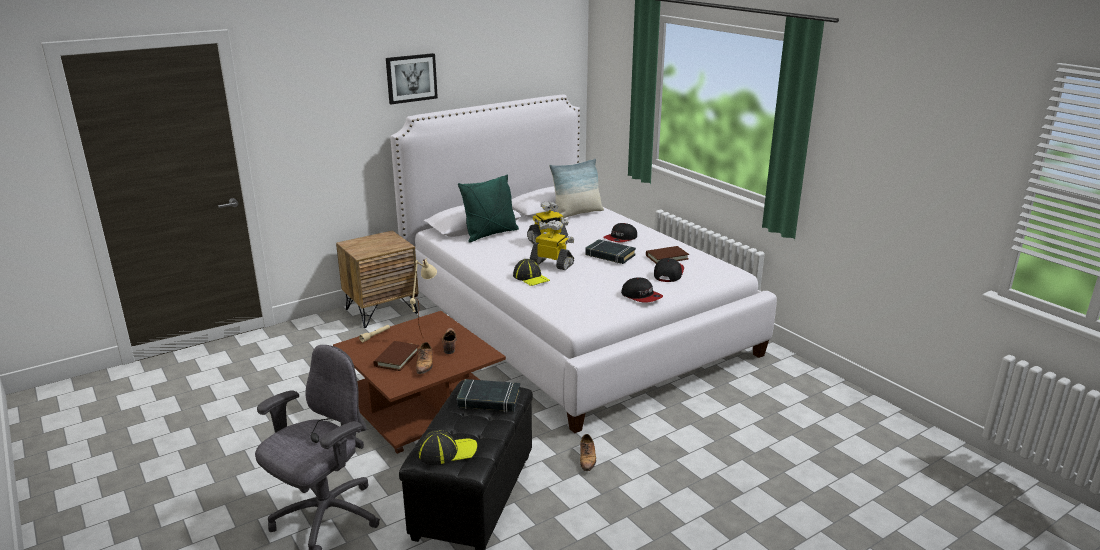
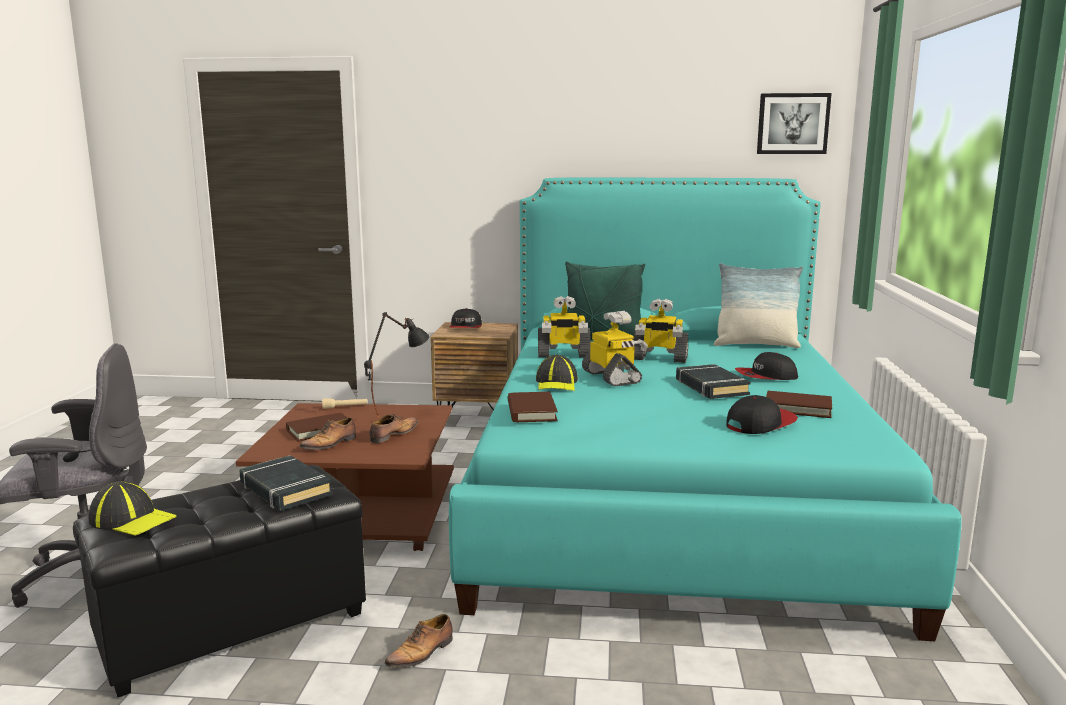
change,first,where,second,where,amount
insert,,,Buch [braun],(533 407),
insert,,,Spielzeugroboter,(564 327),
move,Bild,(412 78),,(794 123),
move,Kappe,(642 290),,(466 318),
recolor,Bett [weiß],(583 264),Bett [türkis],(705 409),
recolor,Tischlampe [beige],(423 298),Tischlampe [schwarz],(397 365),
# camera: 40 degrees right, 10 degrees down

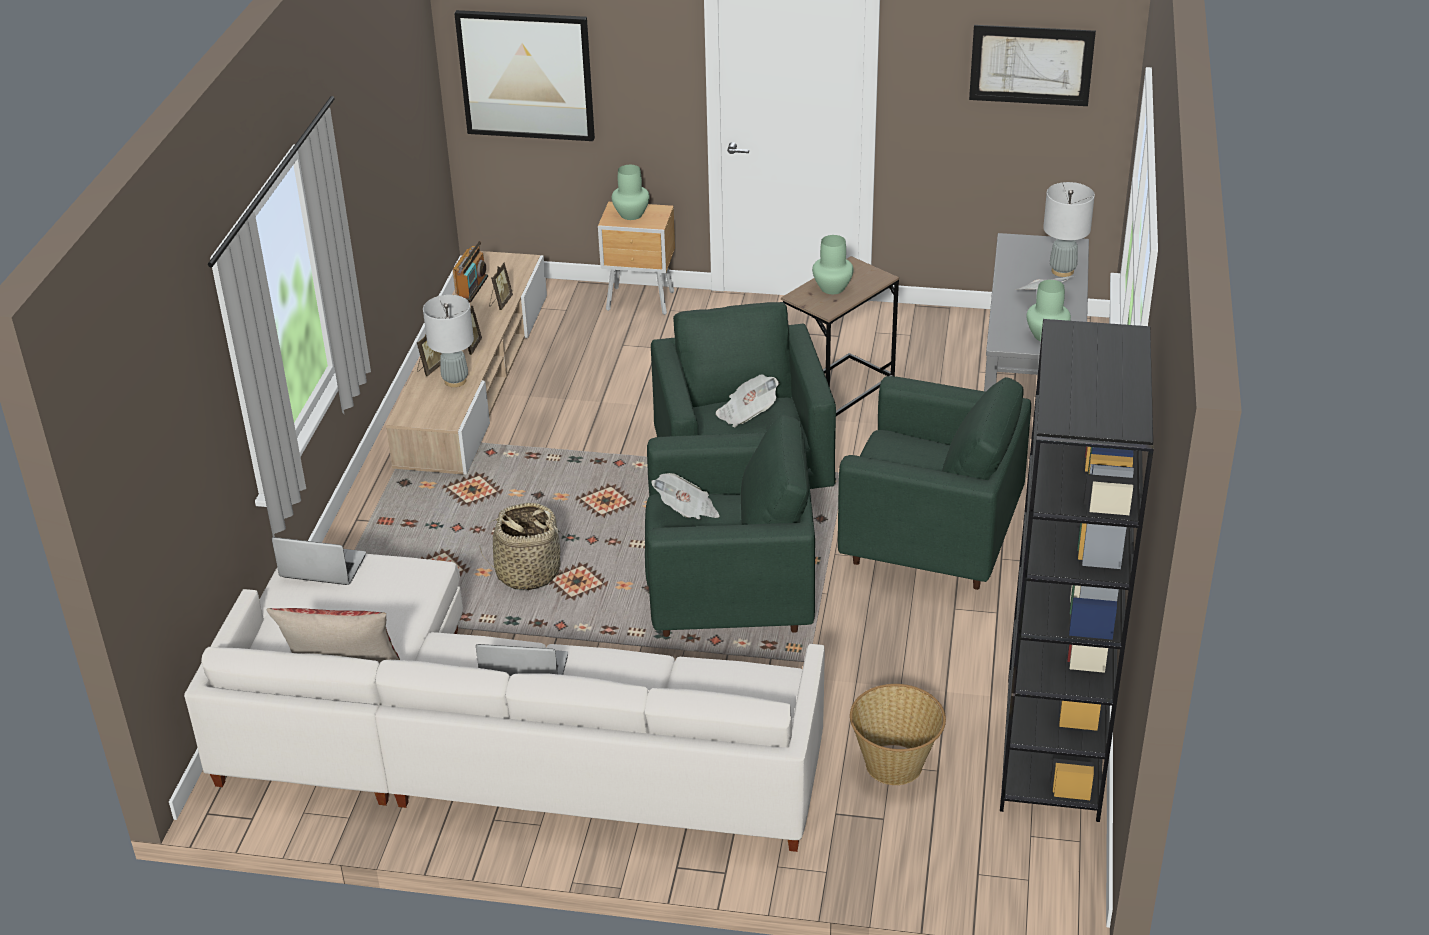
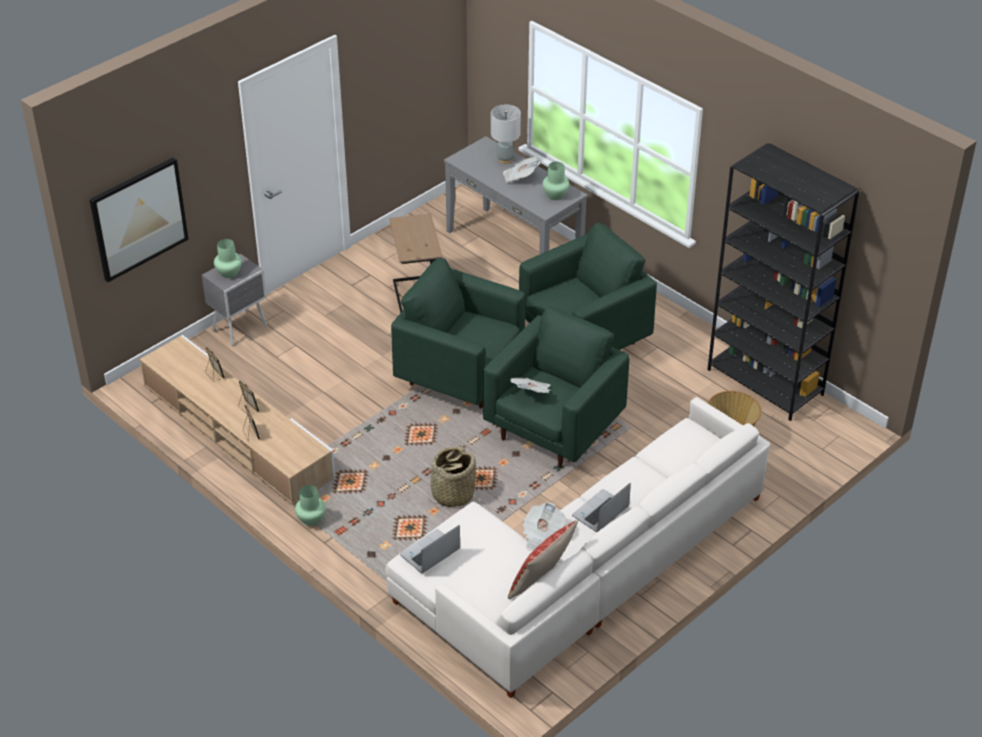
change,first,where,second,where,amount
delete,Tischlampe [grau],(448 341),,,
delete,Radio,(470 272),,,
delete,Bild,(1032 65),,,
move,Zeitung,(747 400),,(545 526),
move,Vase [grün],(833 264),,(310 505),
recolor,Nachttisch [braun],(636 258),Nachttisch [grau],(234 300),
# camera: 55 degrees left, 5 degrees up

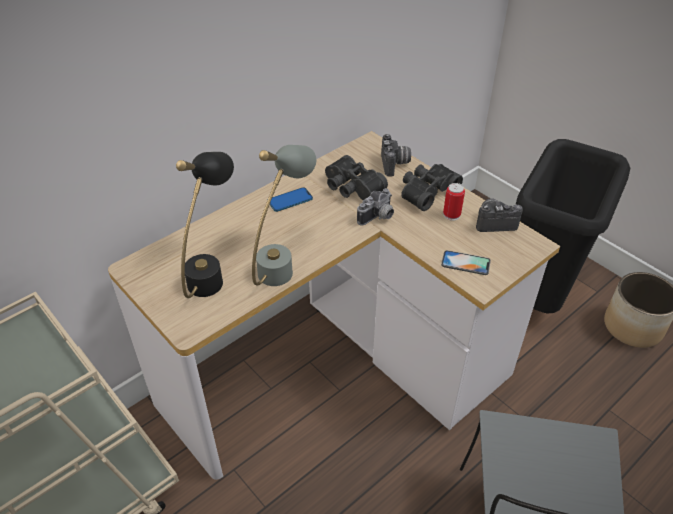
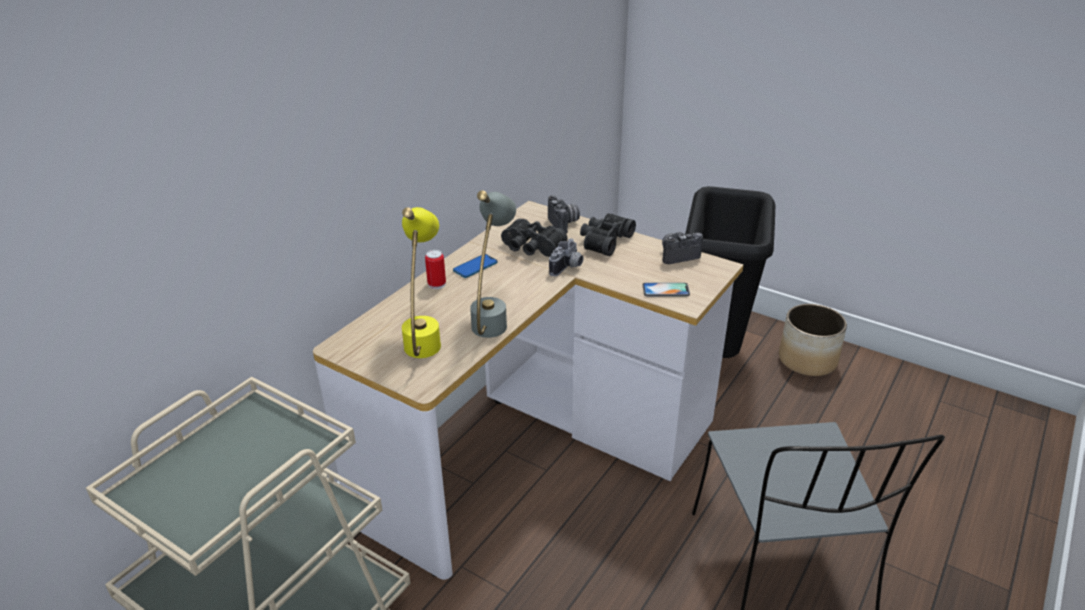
change,first,where,second,where,amount
move,Dose,(454 202),,(435 269),
recolor,Tischlampe [schwarz],(205 225),Tischlampe [gelb],(421 282),
# camera: 15 degrees left, 10 degrees down

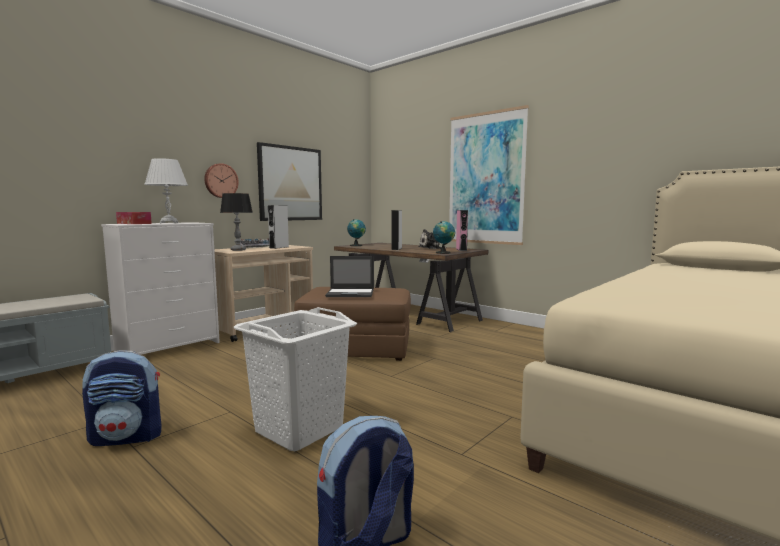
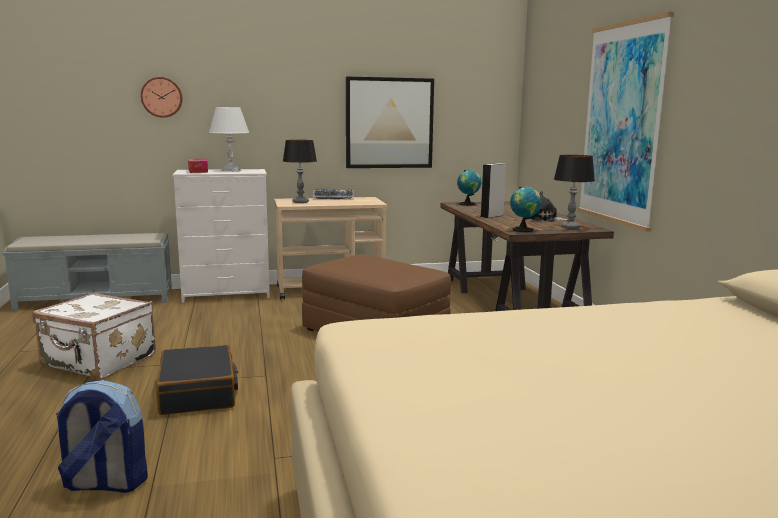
change,first,where,second,where,amount
delete,Lautsprecher [grau],(278 227),,,
delete,Laptop,(349 276),,,
move,Wanduhr,(221 180),,(161 97),
replace,Rucksack,(122 398),Koffer [weiß],(94 336),
replace,Wäschekorb [weiß],(295 379),Koffer [schwarz],(197 380),
replace,Lautsprecher [rosa],(462 230),Tischlampe,(574 192),
# camera: 35 degrees right, 5 degrees up

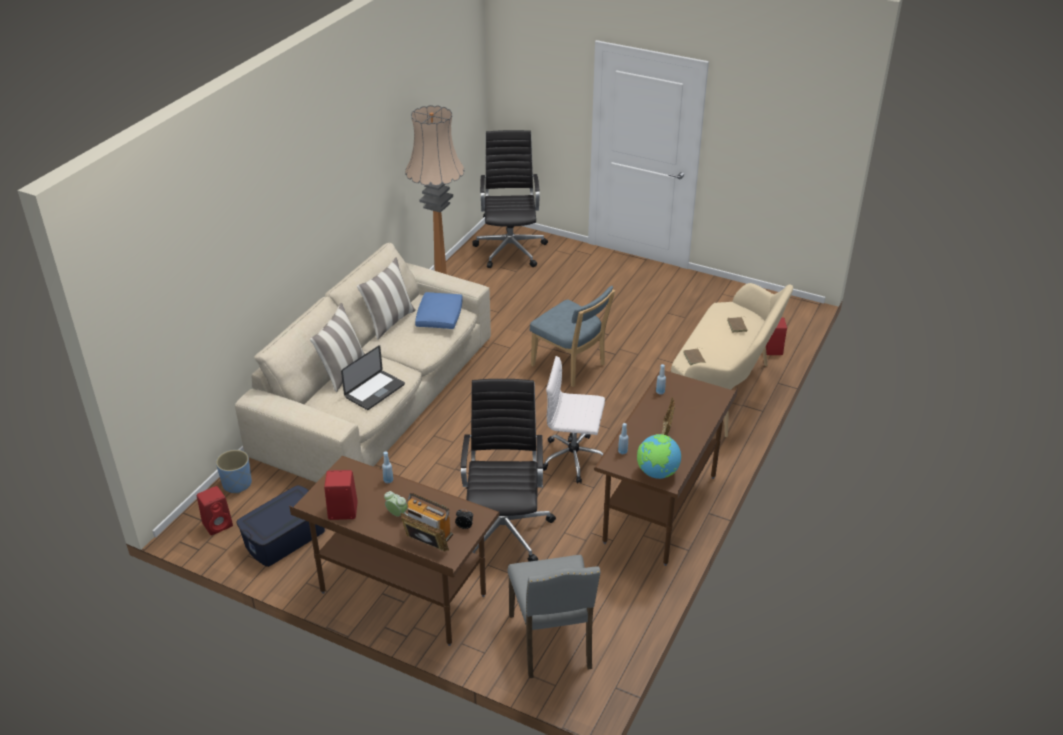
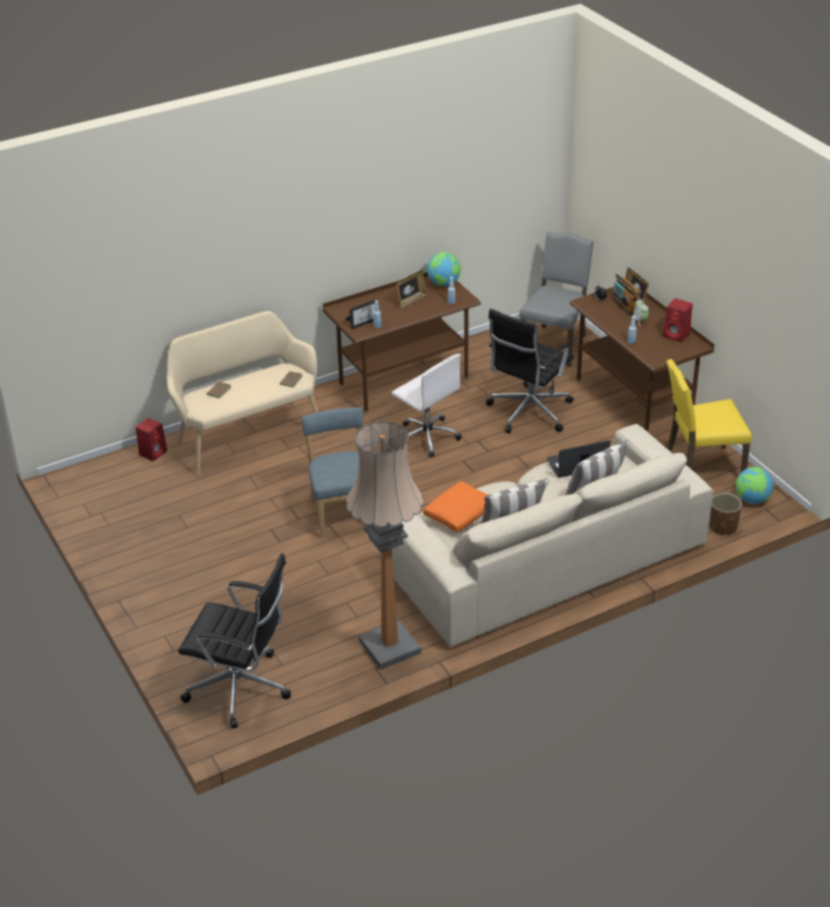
change,first,where,second,where,amount
insert,,,Bilderrahmen,(362 314),
replace,Lautsprecher [rot],(215 510),Globus,(754 485),
replace,Aufbewahrungsbox [blau],(280 526),Stuhl [gelb],(709 415),
recolor,Pflanzkübel [blau],(234 472),Pflanzkübel [braun],(725 514),
recolor,Kissen [blau],(439 310),Kissen [orange],(455 506),
rotate,Bürostuhl [schwarz],(510 199),,(234 641),105 degrees counterclockwise
# camera: 145 degrees left, 0 degrees up

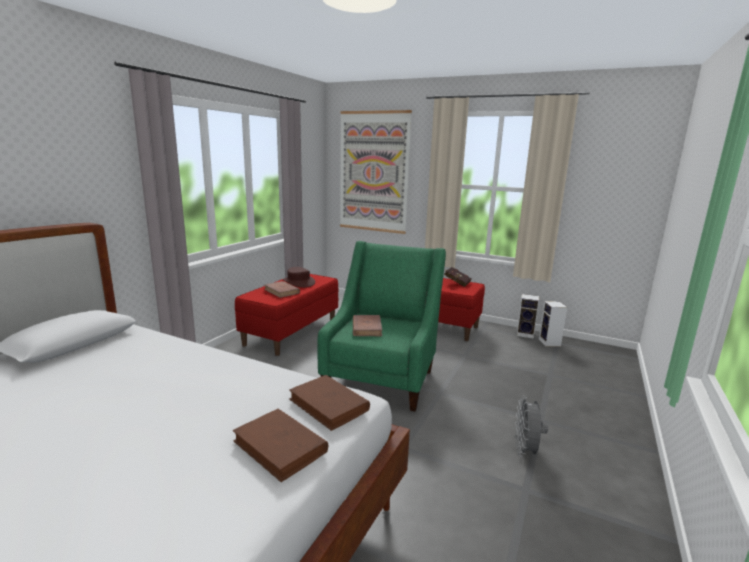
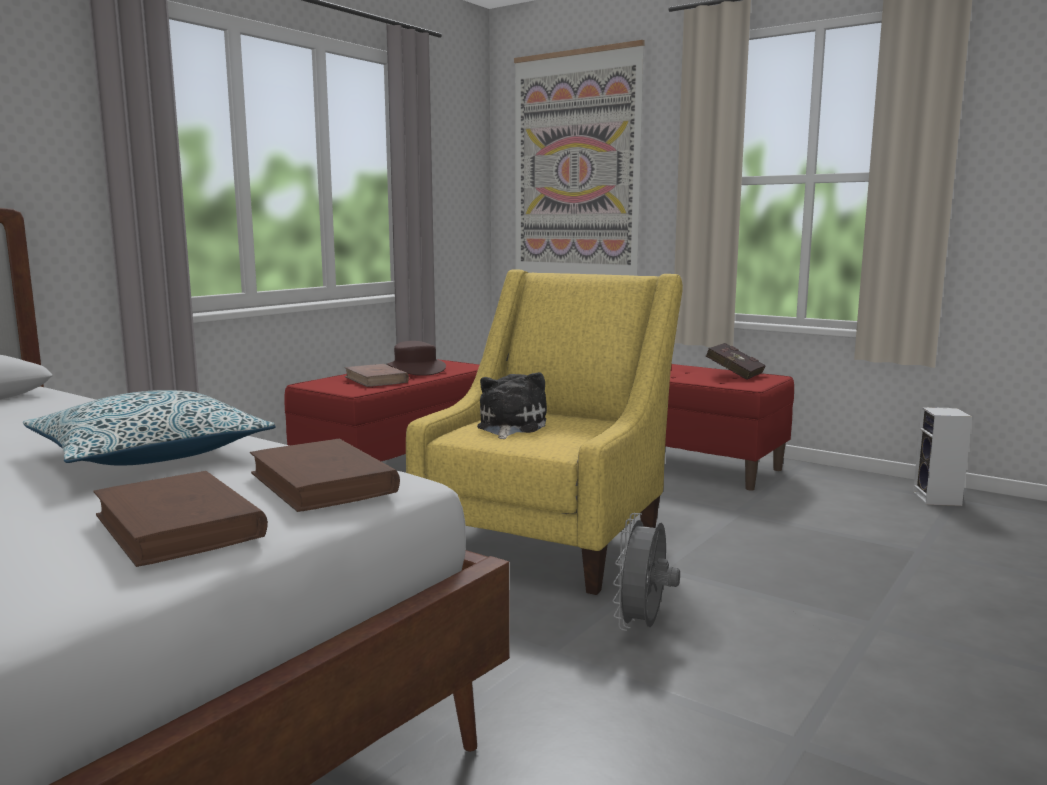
change,first,where,second,where,amount
delete,Lautsprecher,(527 316),,,
insert,,,Kissen,(149 428),
move,Ventilator [grau],(531 425),,(646 572),
replace,Buch [braun],(367 325),Plüschtier,(512 405),
recolor,Sessel [grün],(382 326),Sessel [gelb],(544 432),
# camera: 10 degrees right, 5 degrees down

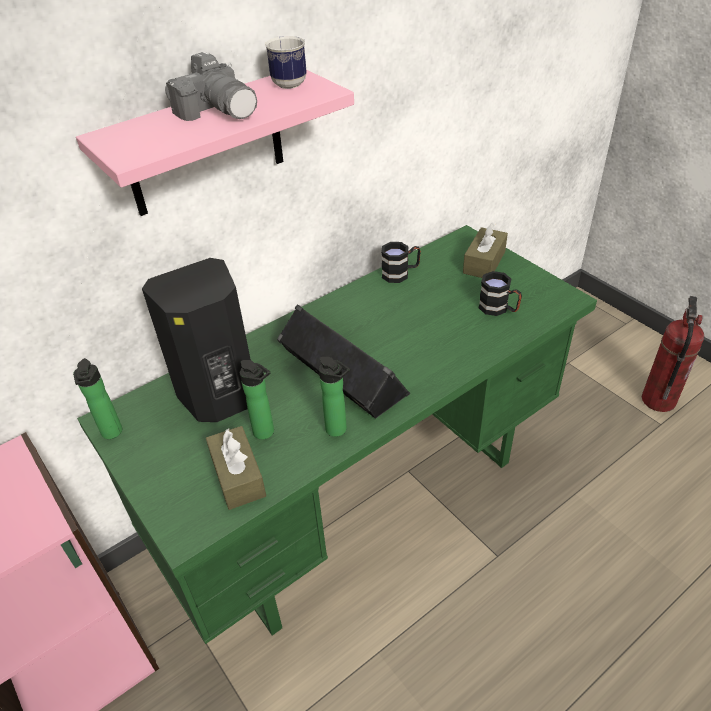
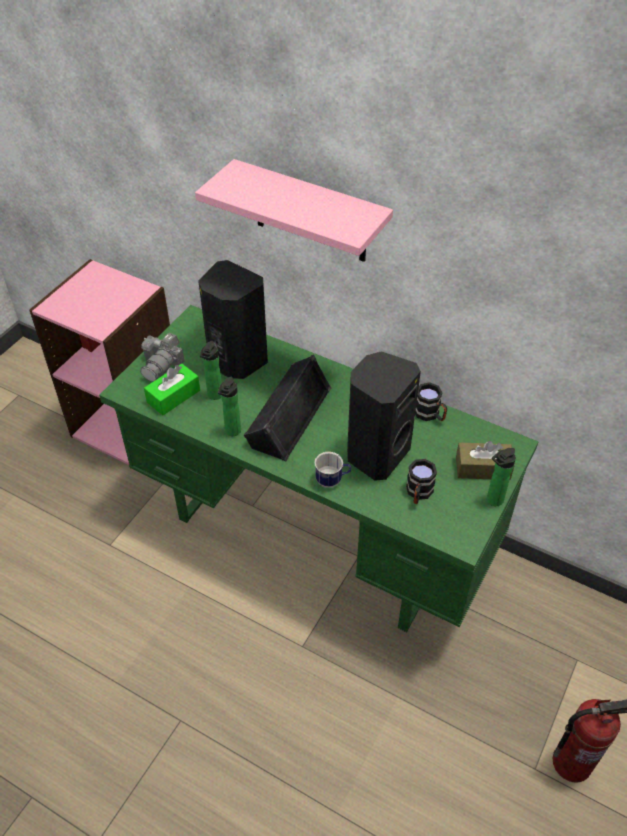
change,first,where,second,where,amount
insert,,,Lautsprecher [schwarz],(384 416),
move,Flasche,(97 398),,(501 477),
move,Kamera,(211 86),,(162 357),
move,Henkelbecher,(286 62),,(333 470),
recolor,Taschentuchbox [braun],(236 468),Taschentuchbox [grün],(172 390),
# camera: 65 degrees right, 5 degrees up

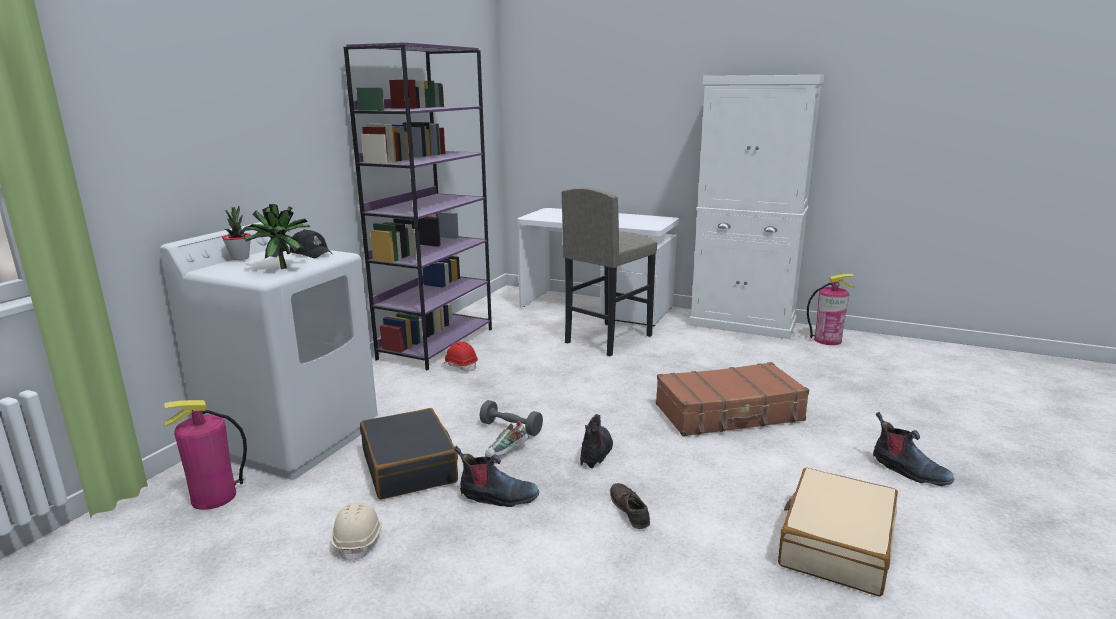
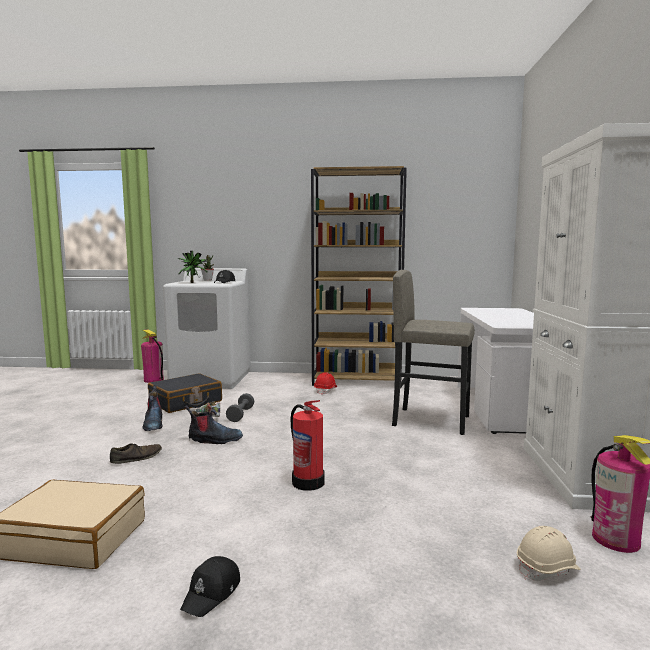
change,first,where,second,where,amount
move,Schutzhelm [beige],(356 532),,(549 553),
replace,Koffer [braun],(732 399),Feuerlöscher,(308 445),
replace,Stiefel,(913 449),Kappe [schwarz],(210 586),
recolor,Bücherregal [lila],(418 206),Bücherregal [braun],(359 276),
# camera: 70 degrees right, 10 degrees down

